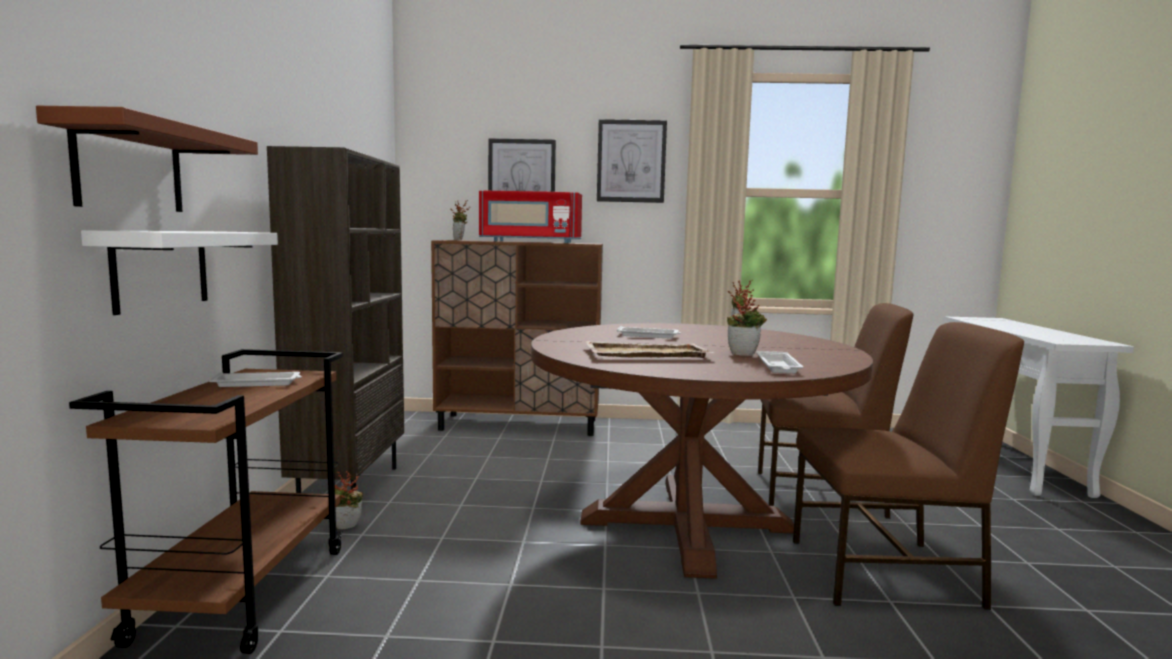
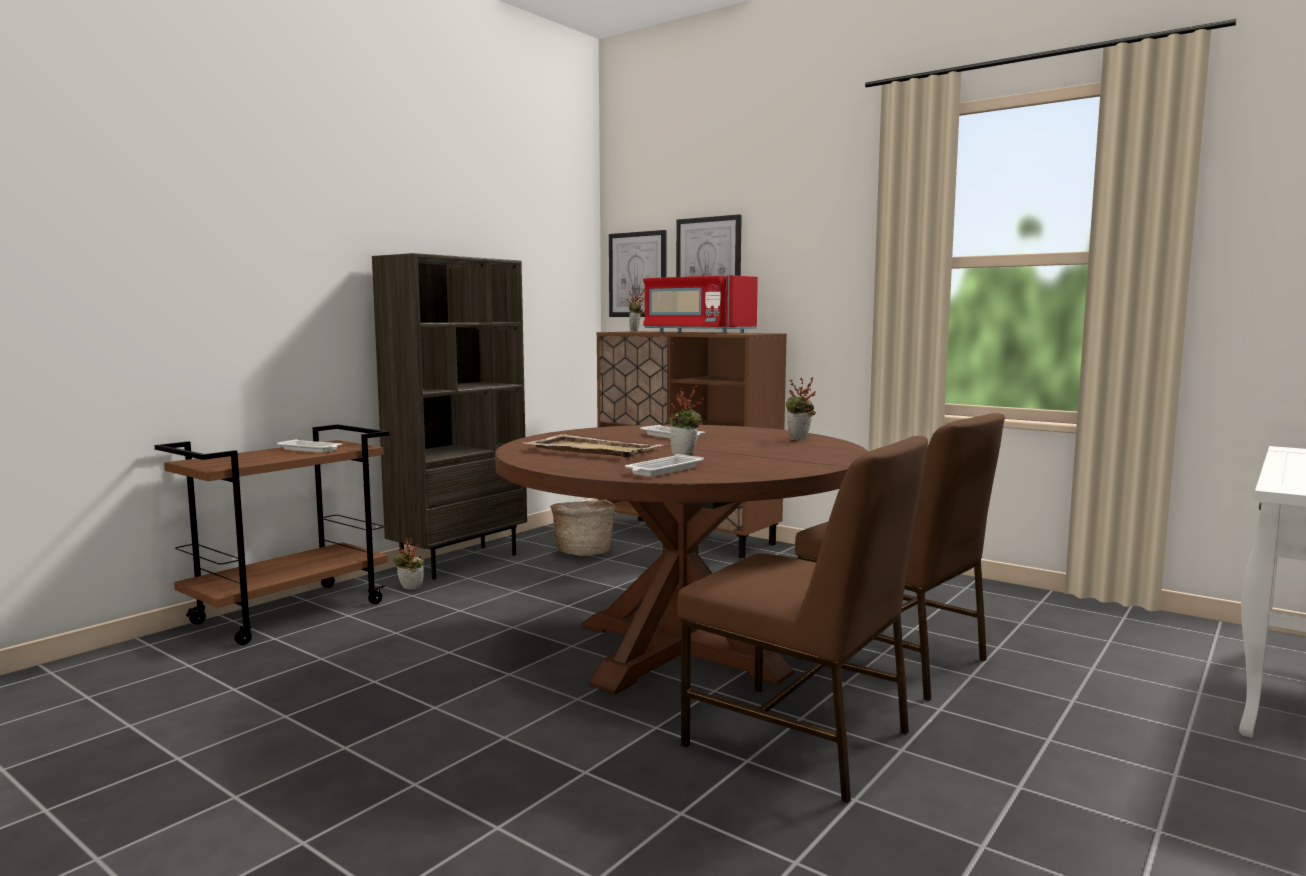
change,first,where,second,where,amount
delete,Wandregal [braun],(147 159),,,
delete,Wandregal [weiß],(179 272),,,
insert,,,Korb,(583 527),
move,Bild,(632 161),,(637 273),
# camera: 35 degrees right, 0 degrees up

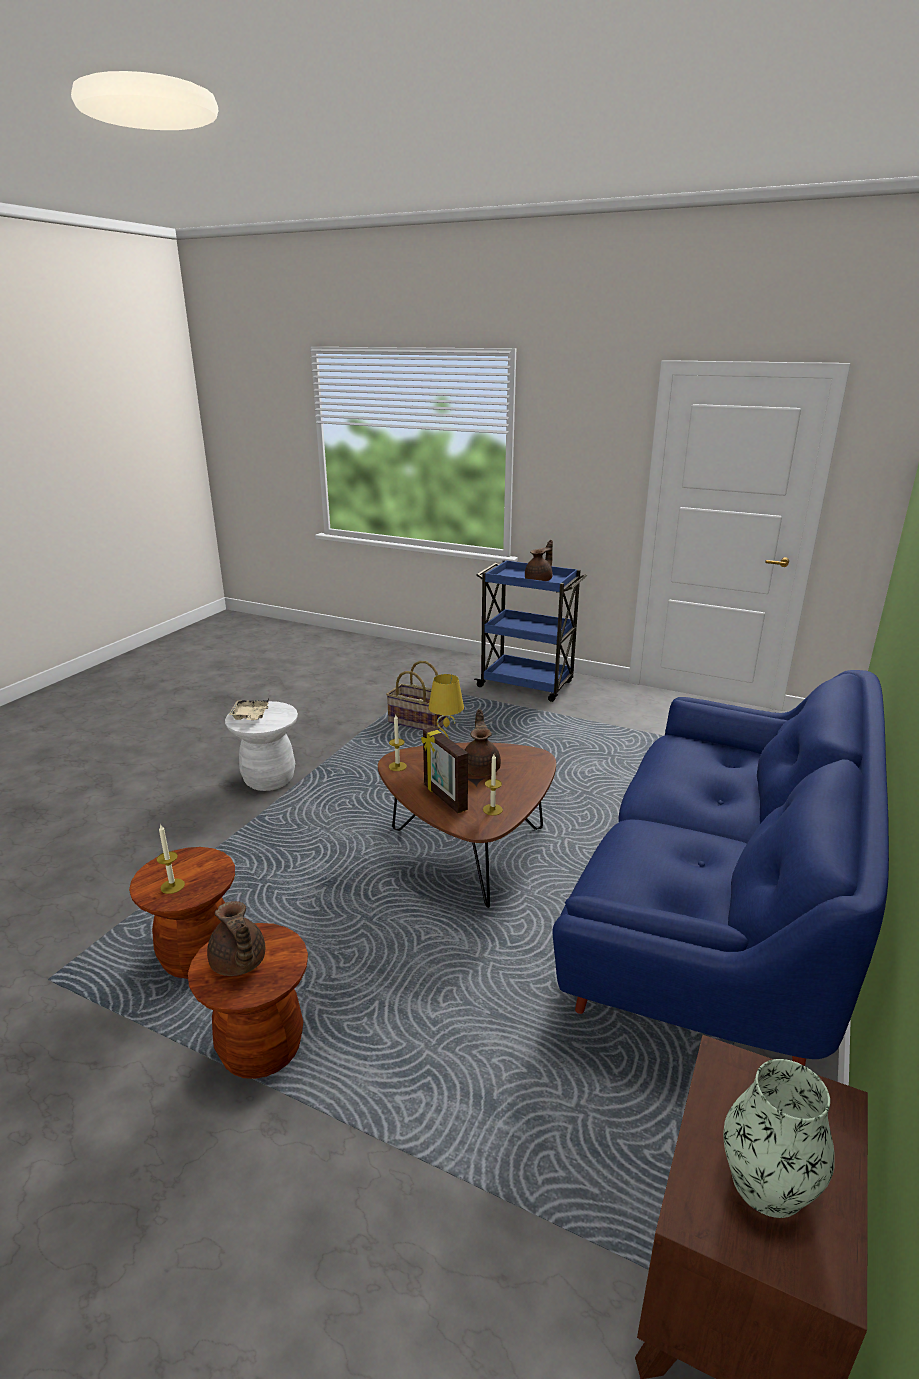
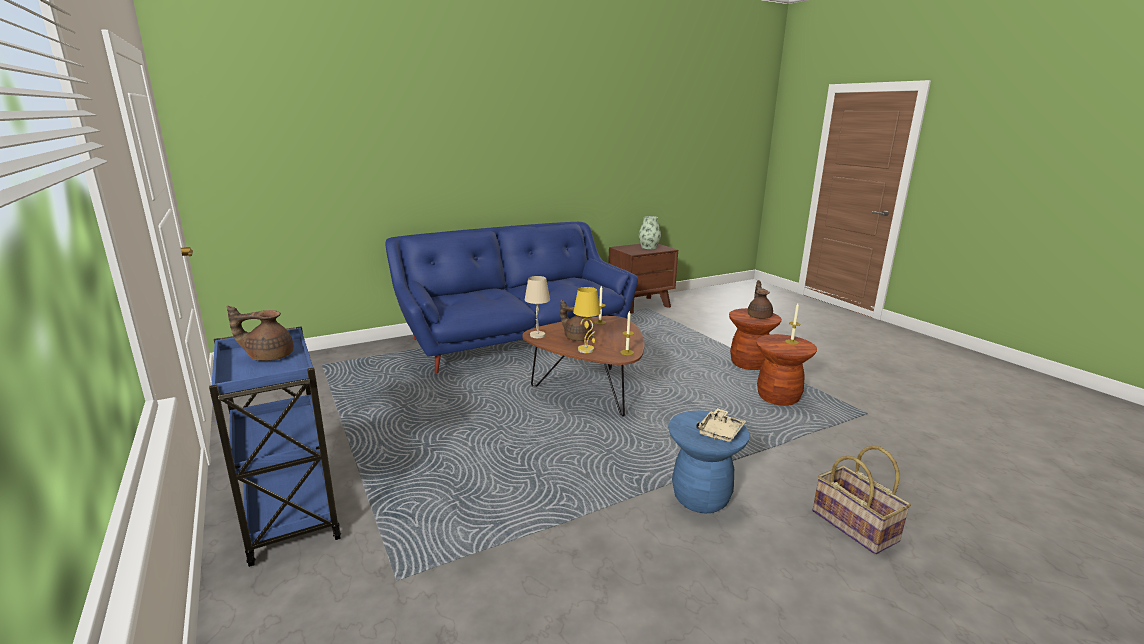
change,first,where,second,where,amount
delete,Bilderrahmen,(444 770),,,
insert,,,Tischlampe [beige],(537 307),
move,Korb,(417 695),,(862 500),
recolor,Hocker [weiß],(261 746),Hocker [blau],(708 461),
rotate,Teekanne [braun],(483 742),,(576 320),90 degrees clockwise
# camera: 145 degrees left, 5 degrees down

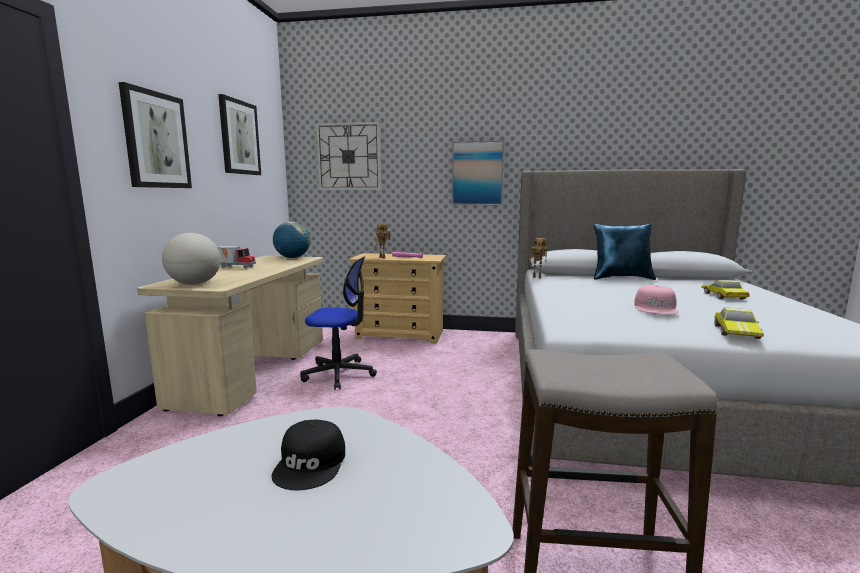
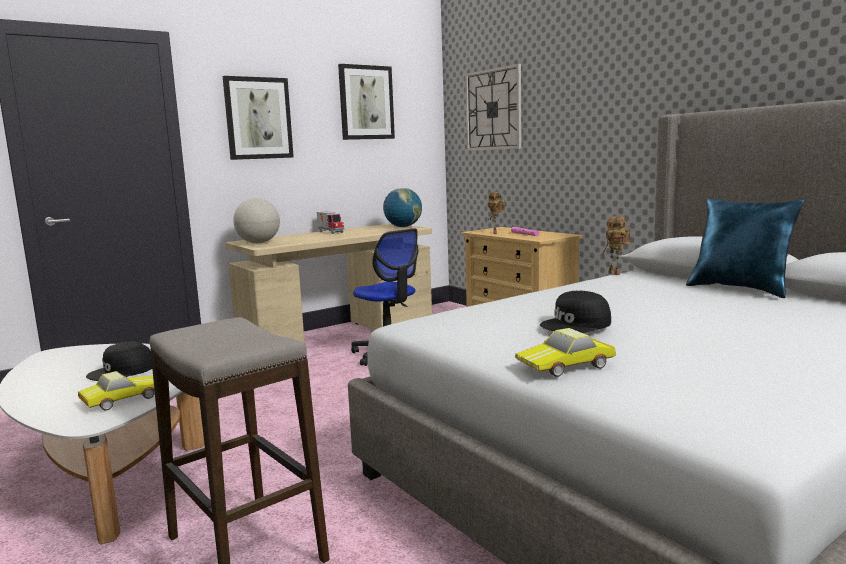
change,first,where,second,where,amount
delete,Bild,(478 172),,,
move,Spielzeugauto,(725 289),,(116 391),
recolor,Kappe [rosa],(656 299),Kappe [schwarz],(575 312),
# camera: 45 degrees right, 0 degrees up

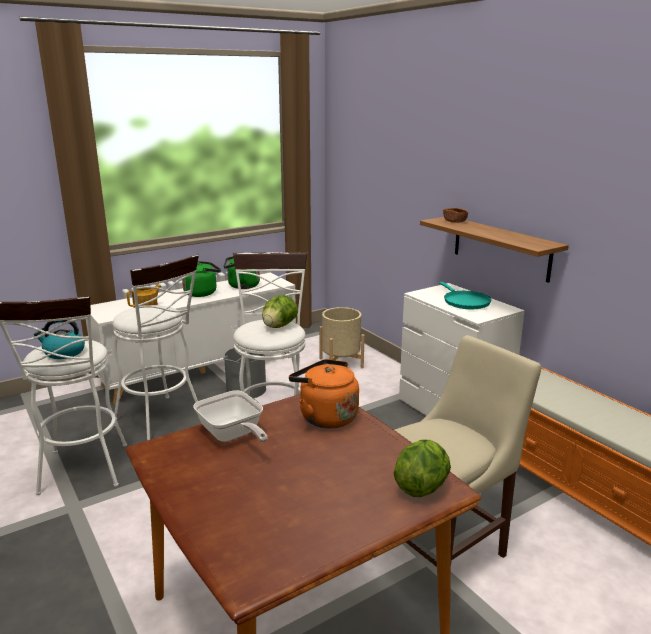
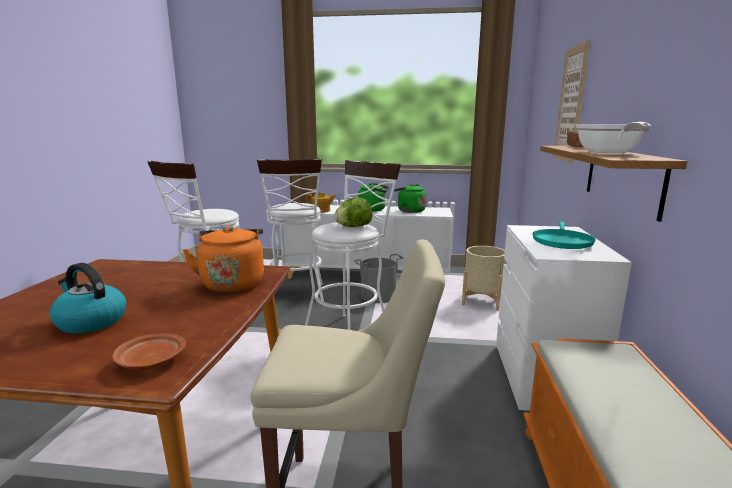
change,first,where,second,where,amount
insert,,,Bild,(571 101),
move,Wasserkessel,(59 339),,(88 298),
move,Pfanne,(230 416),,(613 138),
replace,Salatkopf,(422 468),Teller [braun],(149 351),
# camera: 40 degrees right, 5 degrees down

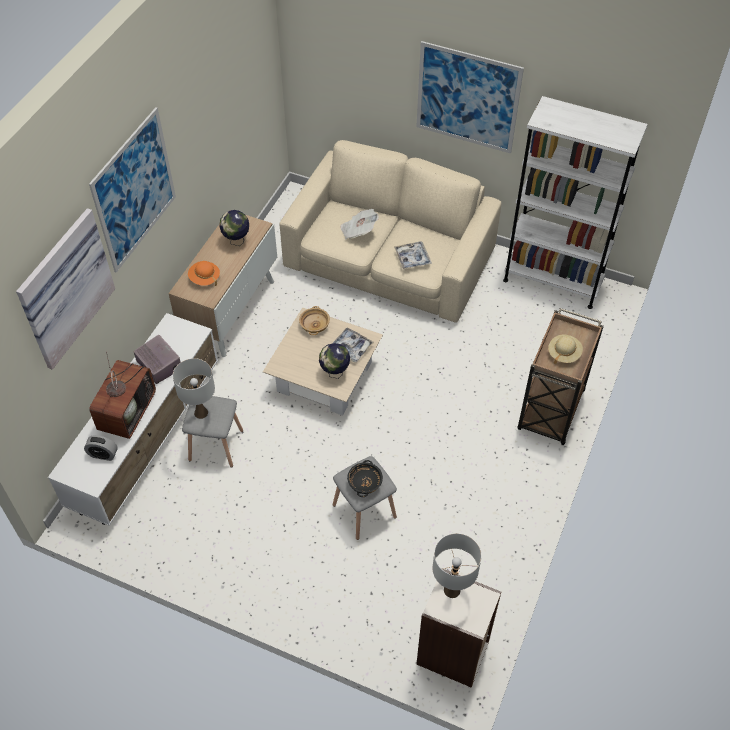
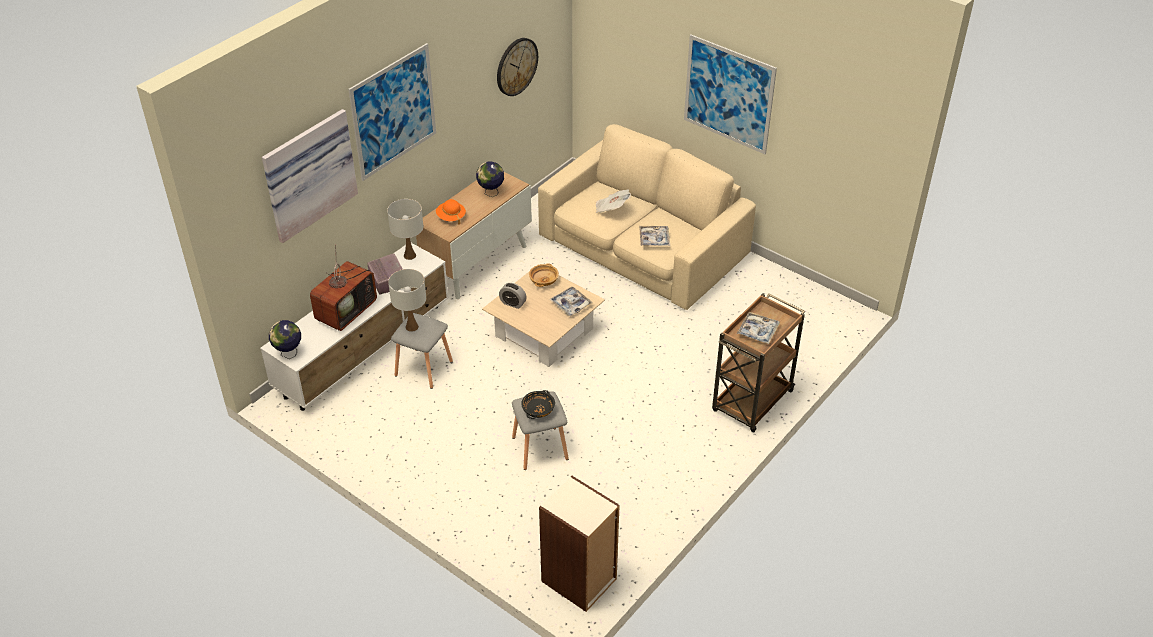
change,first,where,second,where,amount
delete,Bücherregal [weiß],(575 202),,,
insert,,,Wanduhr,(517 67),
move,Wecker,(101 448),,(513 296),
move,Globus,(334 361),,(285 339),
move,Tischlampe [weiß],(457 565),,(405 229),
replace,Hut [beige],(565 349),Tablett,(758 328),
# camera: 15 degrees right, 10 degrees down

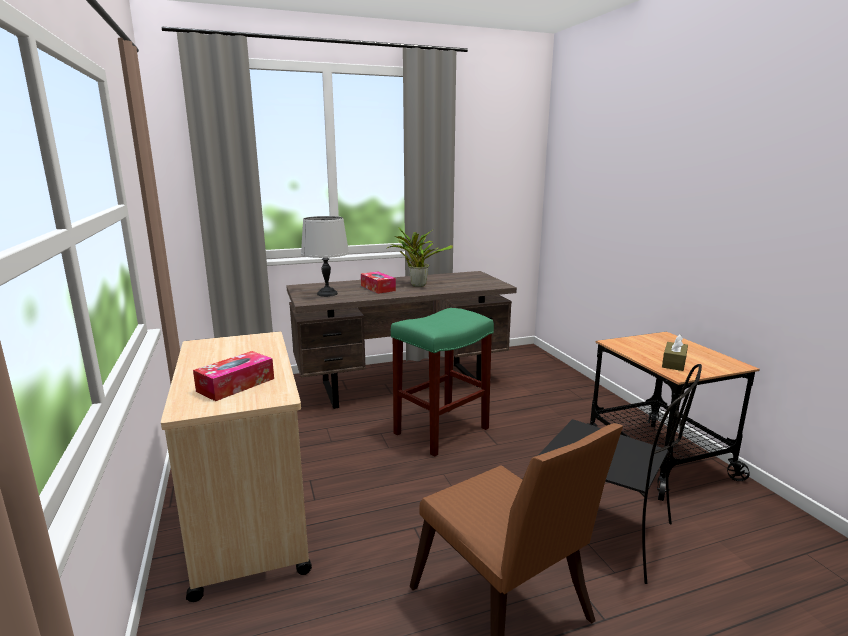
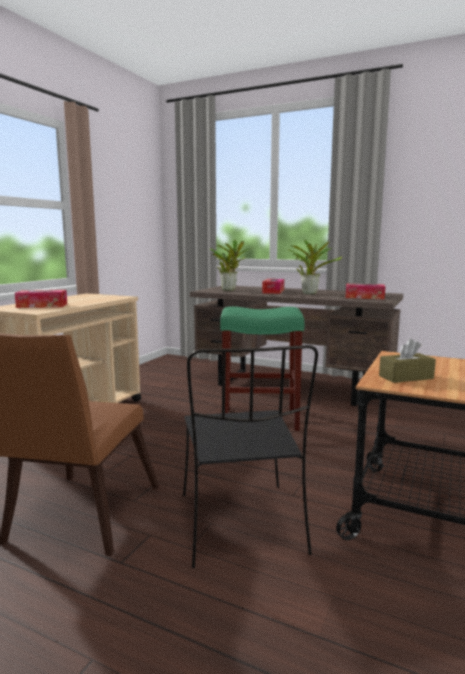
change,first,where,second,where,amount
insert,,,Taschentuchbox,(365 291),
replace,Tischlampe [grau],(325 256),Topfpflanze,(232 265),
# camera: 45 degrees right, 5 degrees down

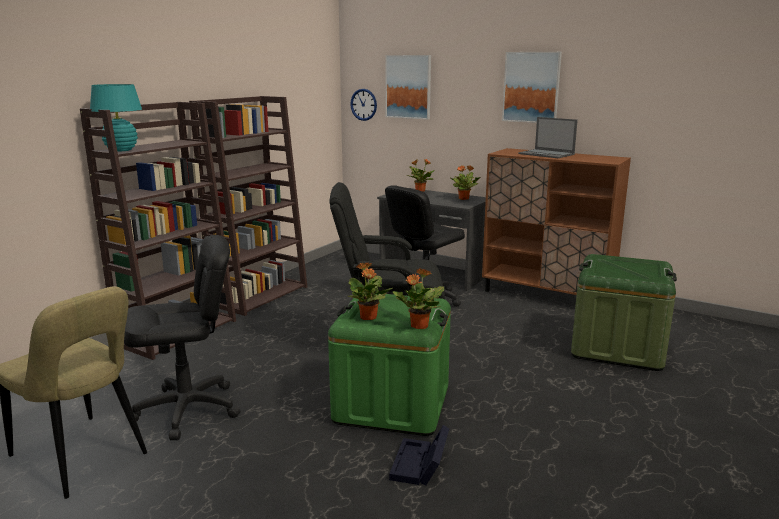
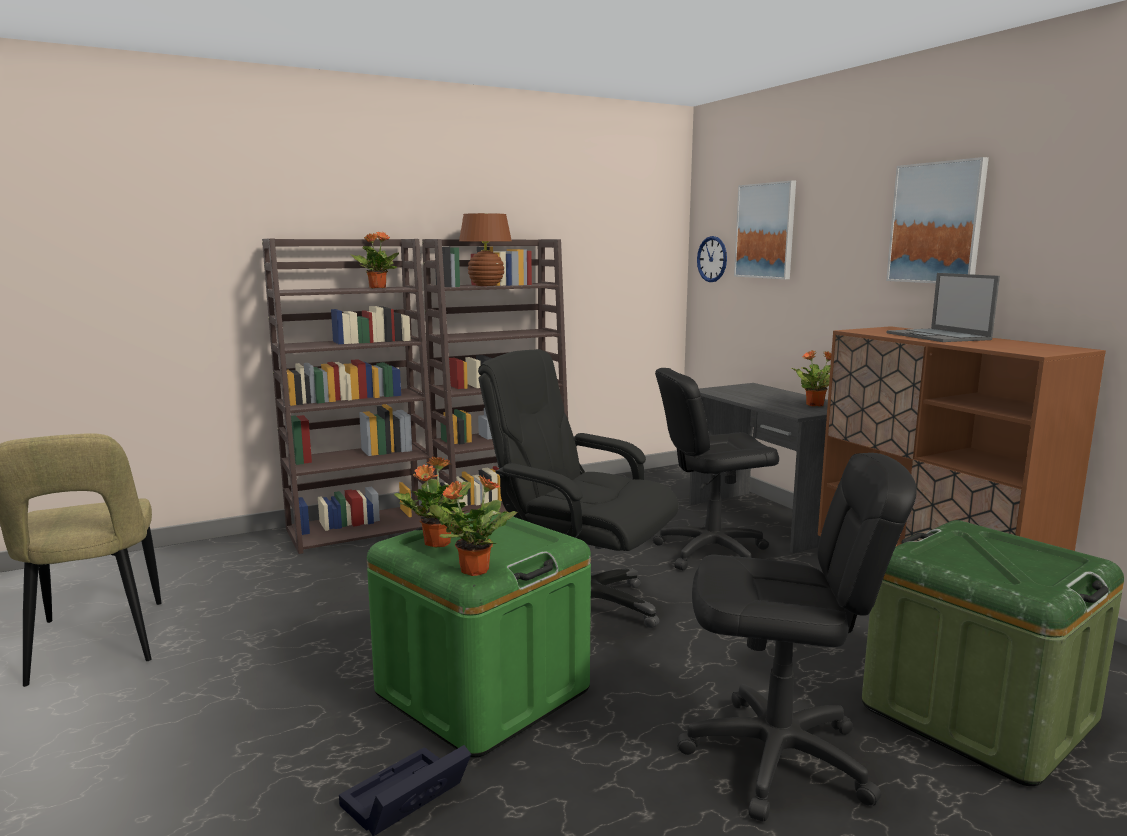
change,first,where,second,where,amount
delete,Tischlampe [türkis],(116 117),,,
insert,,,Tischlampe [braun],(485 249),
move,Bürostuhl [schwarz],(182 337),,(797 637),
move,Topfpflanze,(420 175),,(375 260),
# camera: 30 degrees right, 5 degrees down

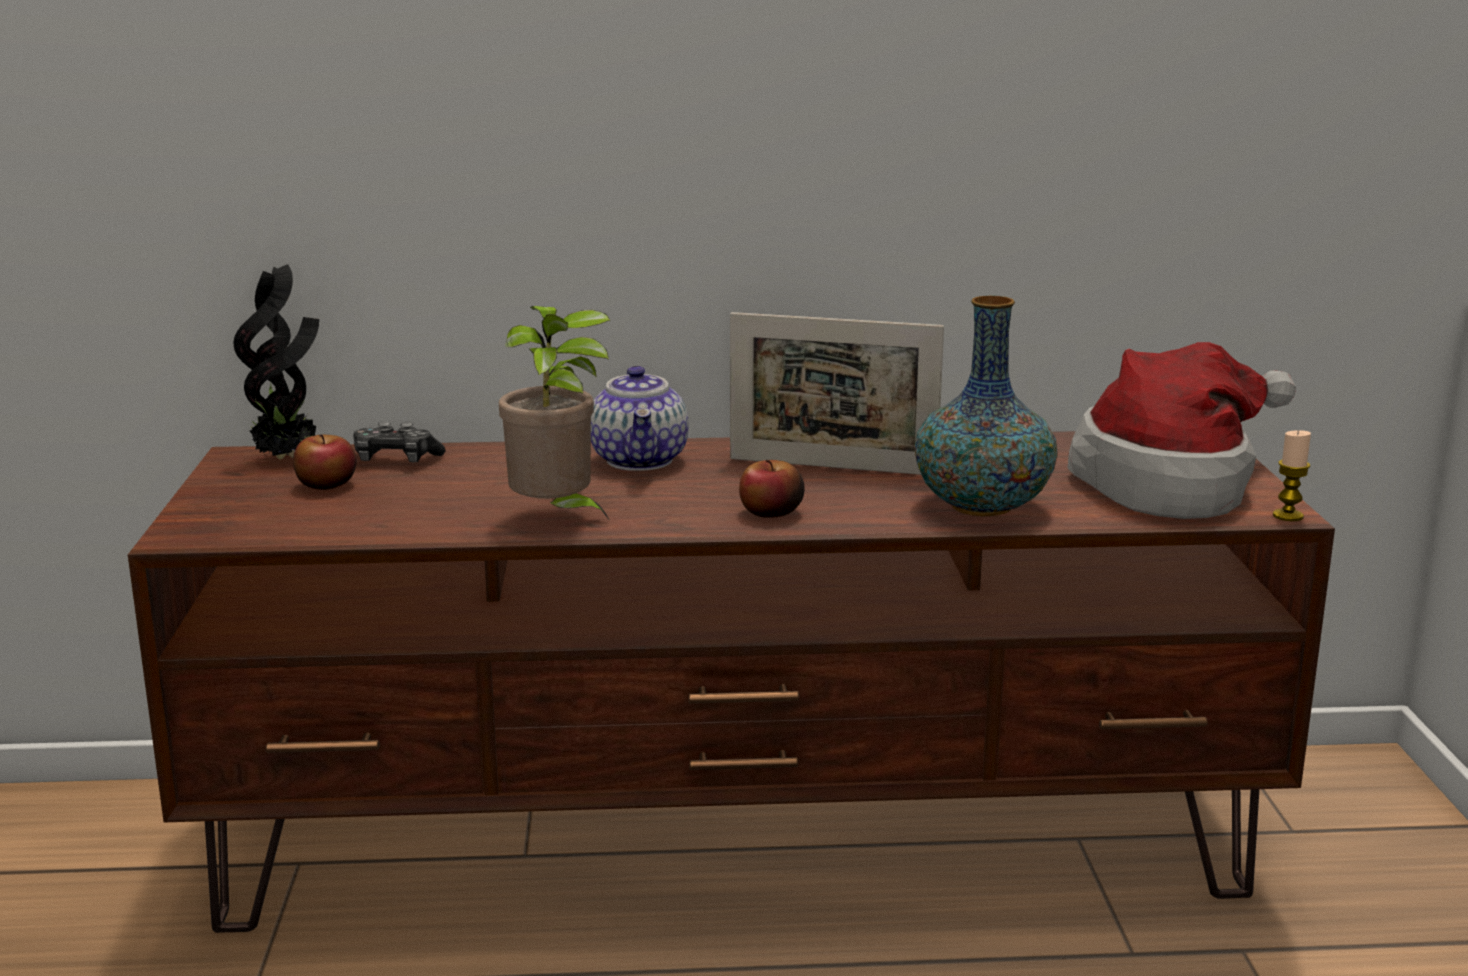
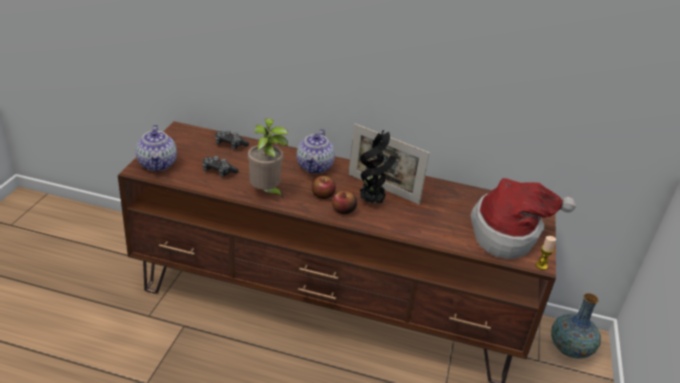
change,first,where,second,where,amount
insert,,,Teekanne,(156 148),
insert,,,Gamepad,(220 166),
move,Topfpflanze,(276 361),,(378 166),
move,Apfel,(325 462),,(324 187),
move,Vase,(986 406),,(576 326),
# camera: 15 degrees right, 15 degrees up

